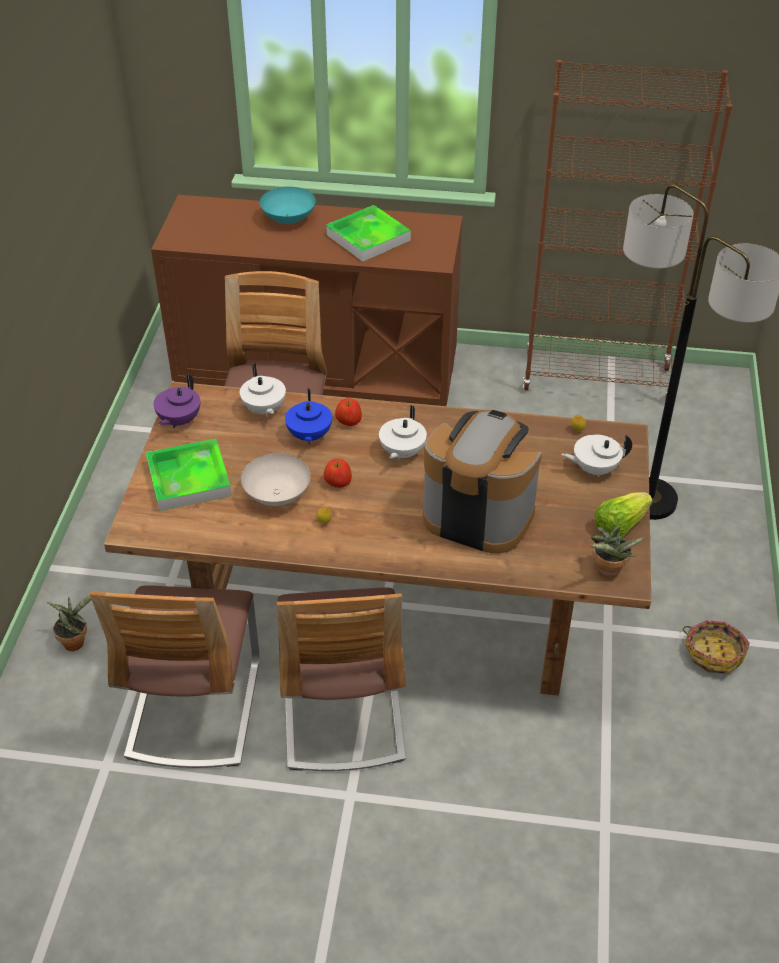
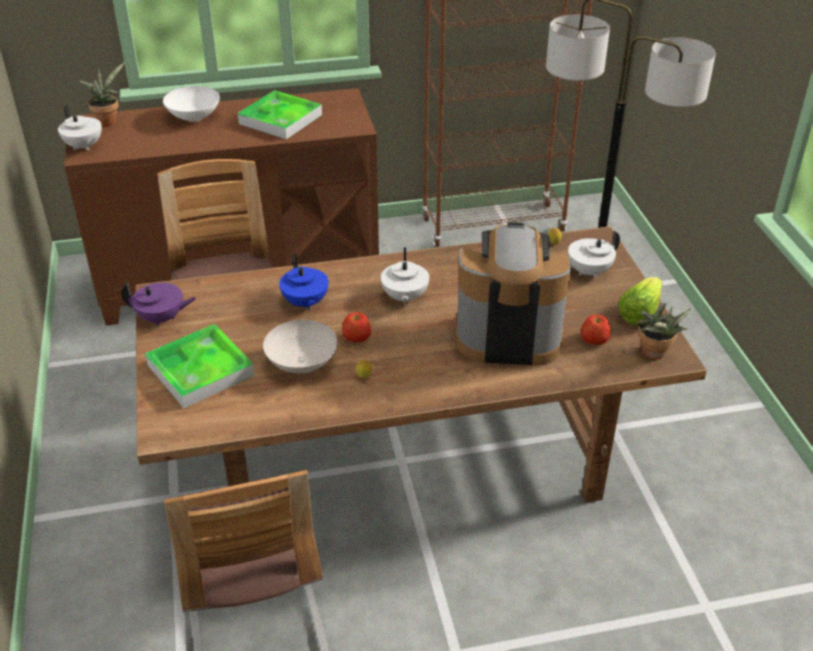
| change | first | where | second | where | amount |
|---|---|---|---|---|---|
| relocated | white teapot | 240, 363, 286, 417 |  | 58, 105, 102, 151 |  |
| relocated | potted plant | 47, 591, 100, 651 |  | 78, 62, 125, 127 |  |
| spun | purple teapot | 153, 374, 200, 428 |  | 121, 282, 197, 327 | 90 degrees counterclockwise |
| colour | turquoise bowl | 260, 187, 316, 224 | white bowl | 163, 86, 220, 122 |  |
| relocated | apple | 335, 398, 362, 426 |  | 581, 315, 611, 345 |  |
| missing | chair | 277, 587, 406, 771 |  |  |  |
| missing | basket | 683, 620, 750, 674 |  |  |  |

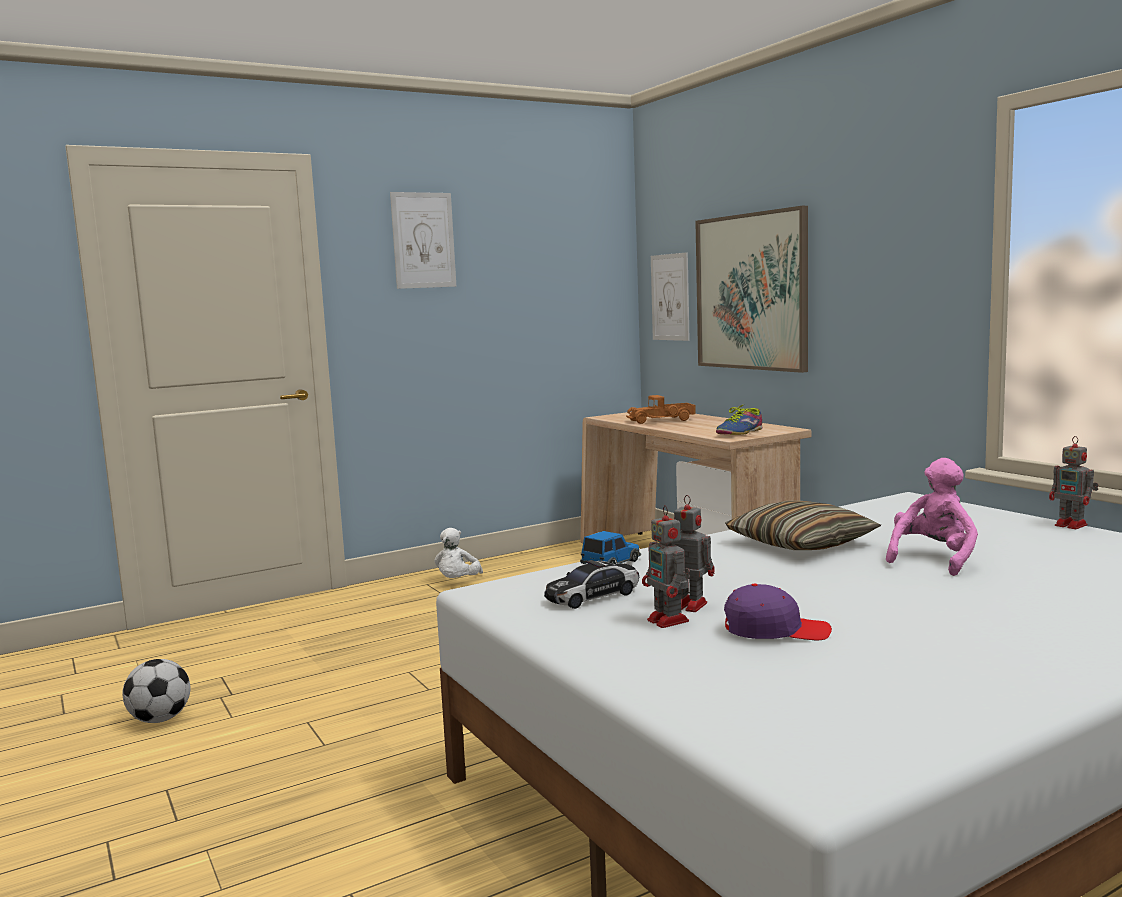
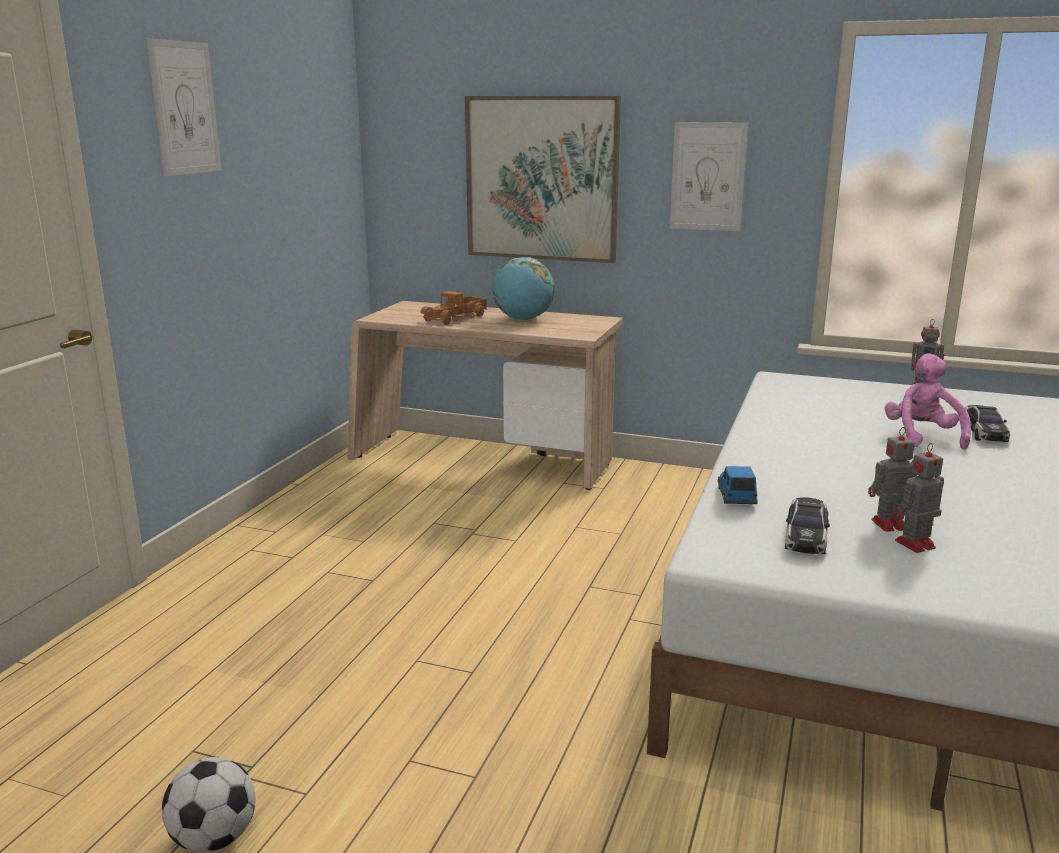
| change | first | where | second | where | amount |
|---|---|---|---|---|---|
| appeared |  |  | globe | 492, 257, 555, 320 |  |
| relocated | picture | 651, 252, 690, 341 |  | 670, 122, 748, 232 |  |
| spun | toy robot | 642, 505, 690, 628 |  | 894, 443, 944, 553 | 135 degrees clockwise |
| appeared |  |  | toy car | 965, 405, 1010, 442 |  |
| missing | white plush toy | 434, 528, 483, 578 |  |  |  |
| missing | shoe | 716, 404, 762, 435 |  |  |  |
| missing | purple cap | 724, 583, 832, 641 |  |  |  |
| missing | pillow | 725, 501, 881, 550 |  |  |  |

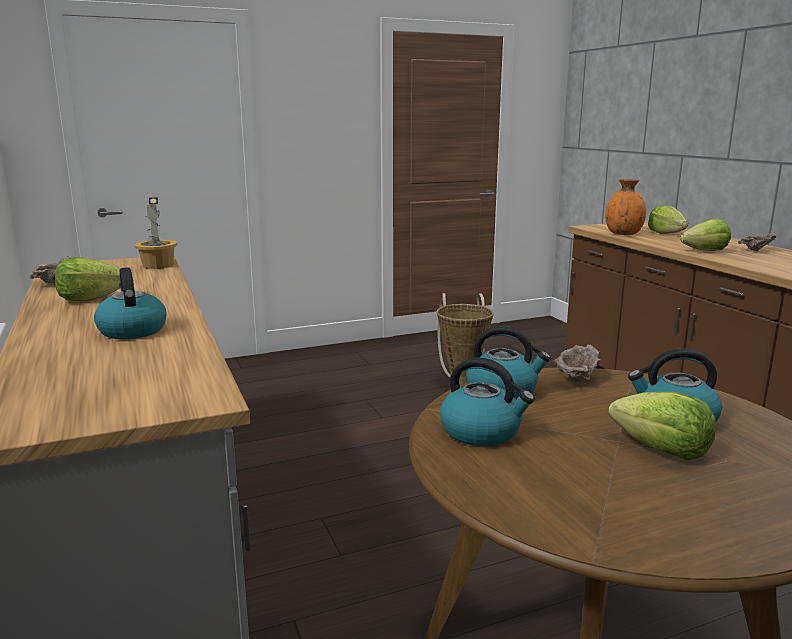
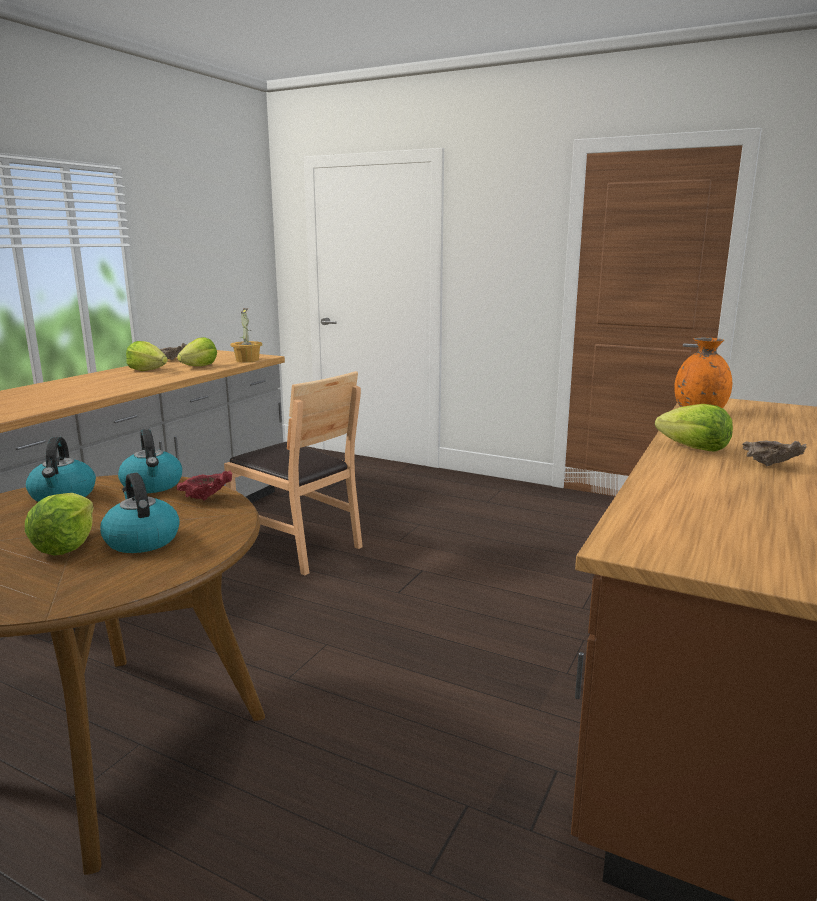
| change | first | where | second | where | amount |
|---|---|---|---|---|---|
| relocated | lettuce | 648, 205, 688, 234 |  | 177, 337, 217, 366 |  |
| colour | beige bowl | 553, 344, 601, 382 | red bowl | 177, 471, 232, 501 |  |
| appeared |  |  | brown chair | 224, 371, 363, 576 |  |
| missing | kettle | 94, 267, 166, 339 |  |  |  |
| missing | basket | 437, 293, 494, 385 |  |  |  |

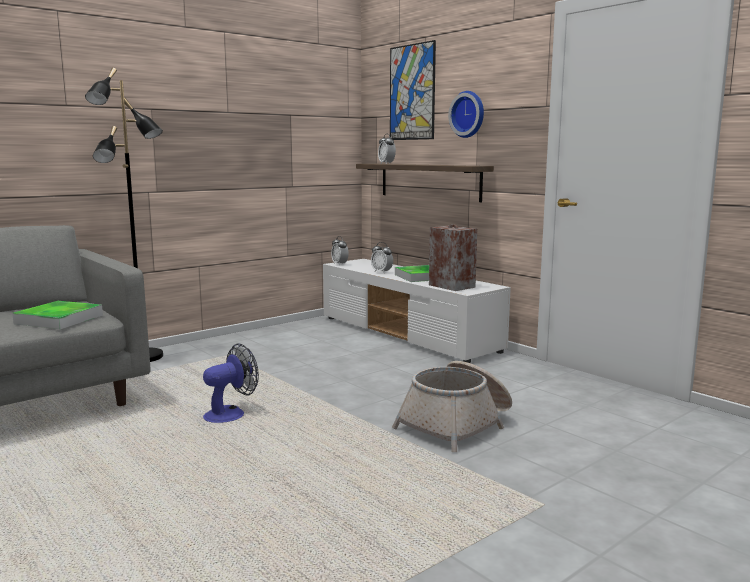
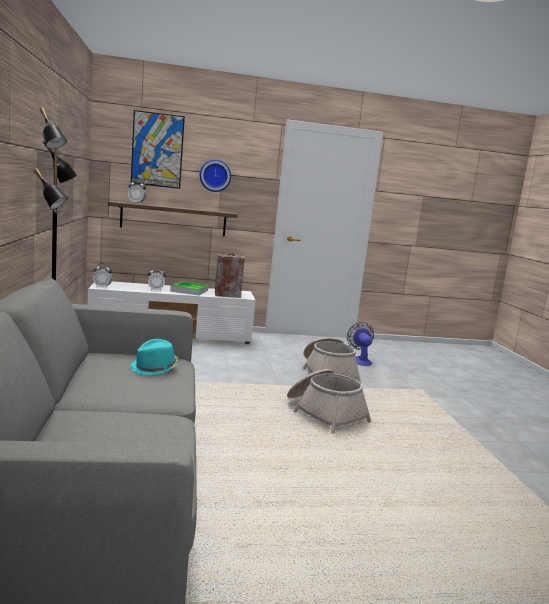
| change | first | where | second | where | amount |
|---|---|---|---|---|---|
| exchanged | tray | 12, 301, 103, 329 | turquoise hat | 130, 339, 178, 375 |  |
| appeared |  |  | basket | 287, 369, 372, 434 |  |
| relocated | fan | 203, 343, 259, 423 |  | 347, 322, 374, 366 |  |

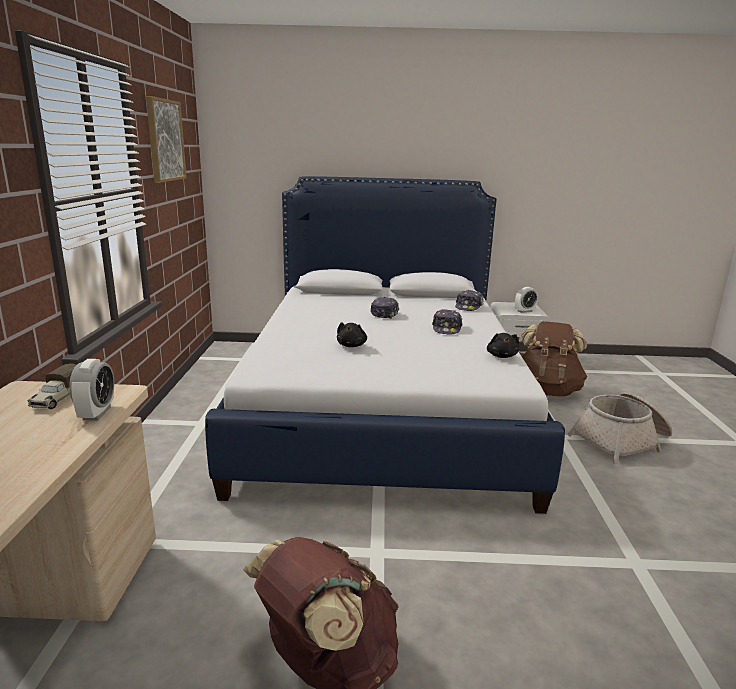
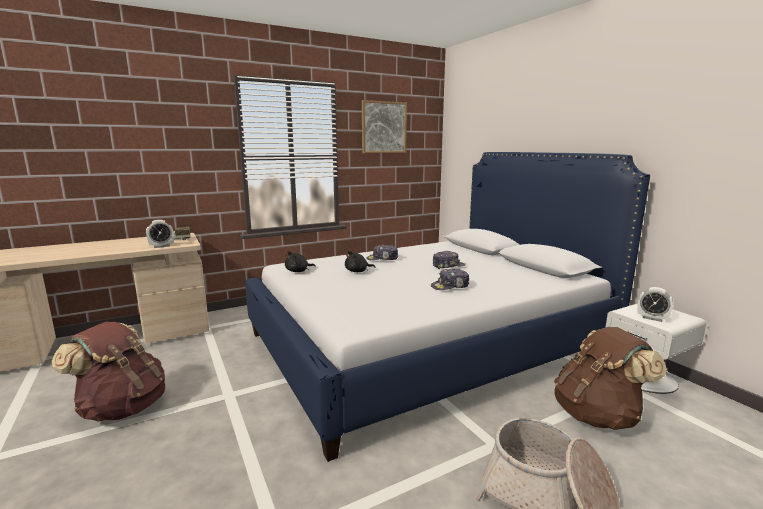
| change | first | where | second | where | amount |
|---|---|---|---|---|---|
| relocated | black plush toy | 487, 333, 519, 358 |  | 285, 251, 316, 272 |  |
| relocated | cap | 455, 290, 483, 311 |  | 366, 244, 398, 260 |  |

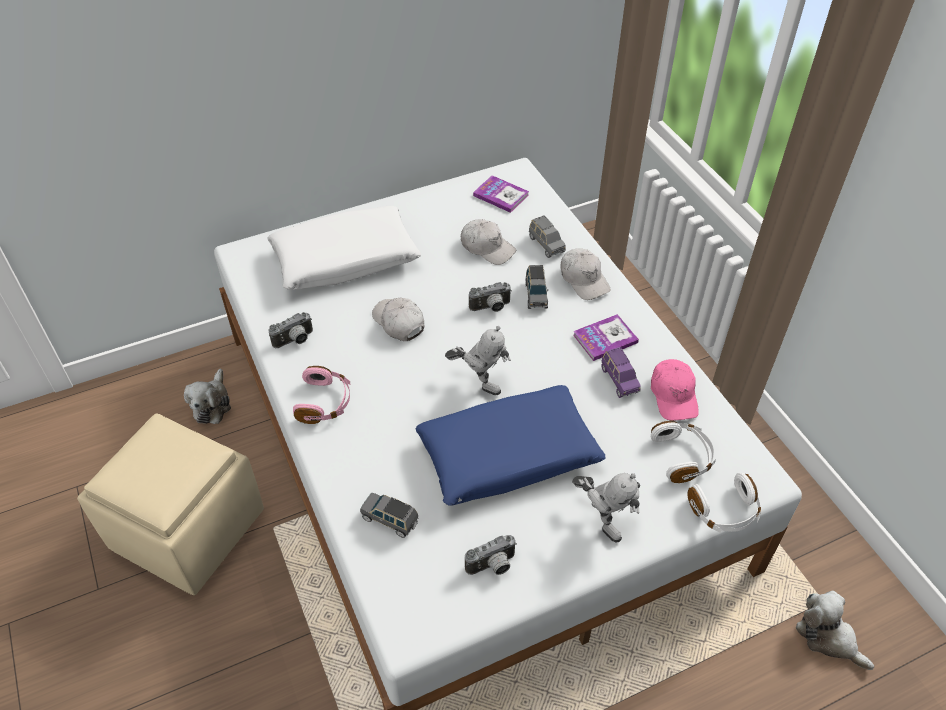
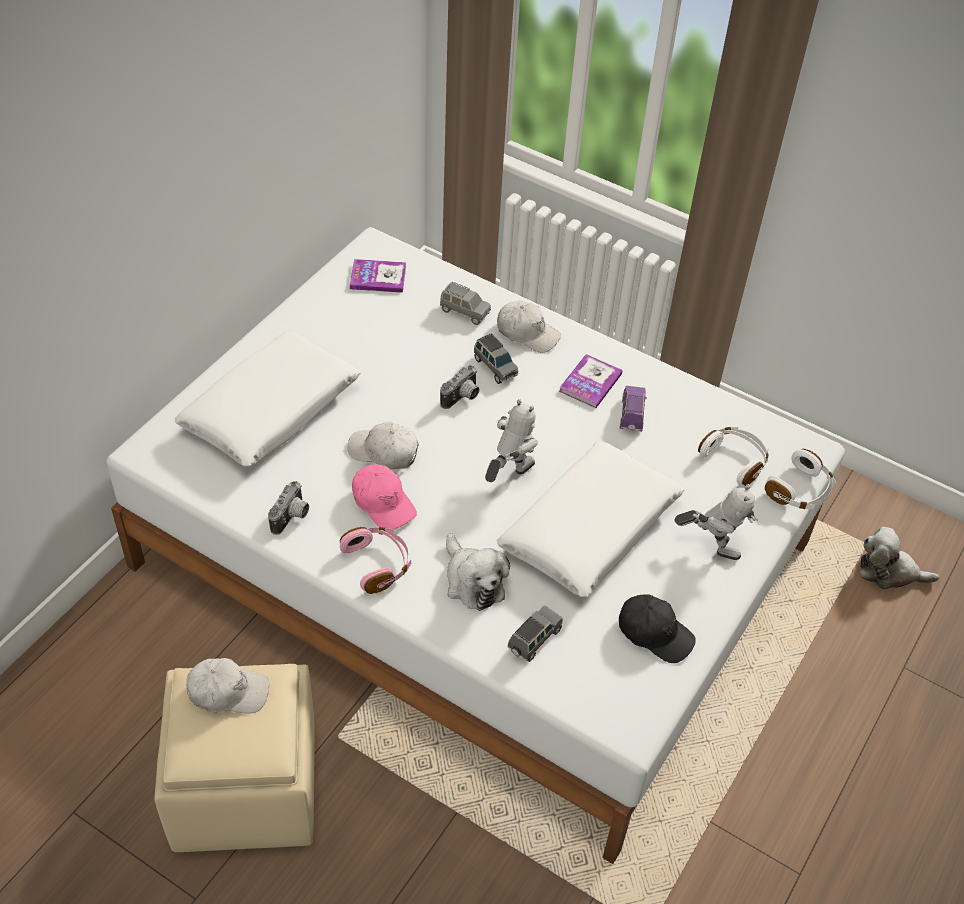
| change | first | where | second | where | amount |
|---|---|---|---|---|---|
| relocated | white cap | 461, 219, 516, 265 |  | 186, 658, 269, 714 |  |
| relocated | pink cap | 651, 359, 699, 420 |  | 352, 464, 417, 530 |  |
| relocated | plush toy | 184, 369, 231, 424 |  | 446, 533, 510, 611 |  |
| spun | toy robot | 445, 326, 511, 395 |  | 485, 399, 538, 482 | 45 degrees counterclockwise |
| colour | blue pillow | 416, 385, 606, 506 | white pillow | 497, 441, 685, 597 |  |
| spun | grey toy car | 360, 493, 419, 538 |  | 507, 605, 563, 662 | 135 degrees clockwise |
| exchanged | photo camera | 465, 535, 517, 575 | black cap | 619, 594, 696, 663 |  |
| spun | purple toy car | 601, 347, 641, 398 |  | 620, 386, 647, 431 | 120 degrees counterclockwise |

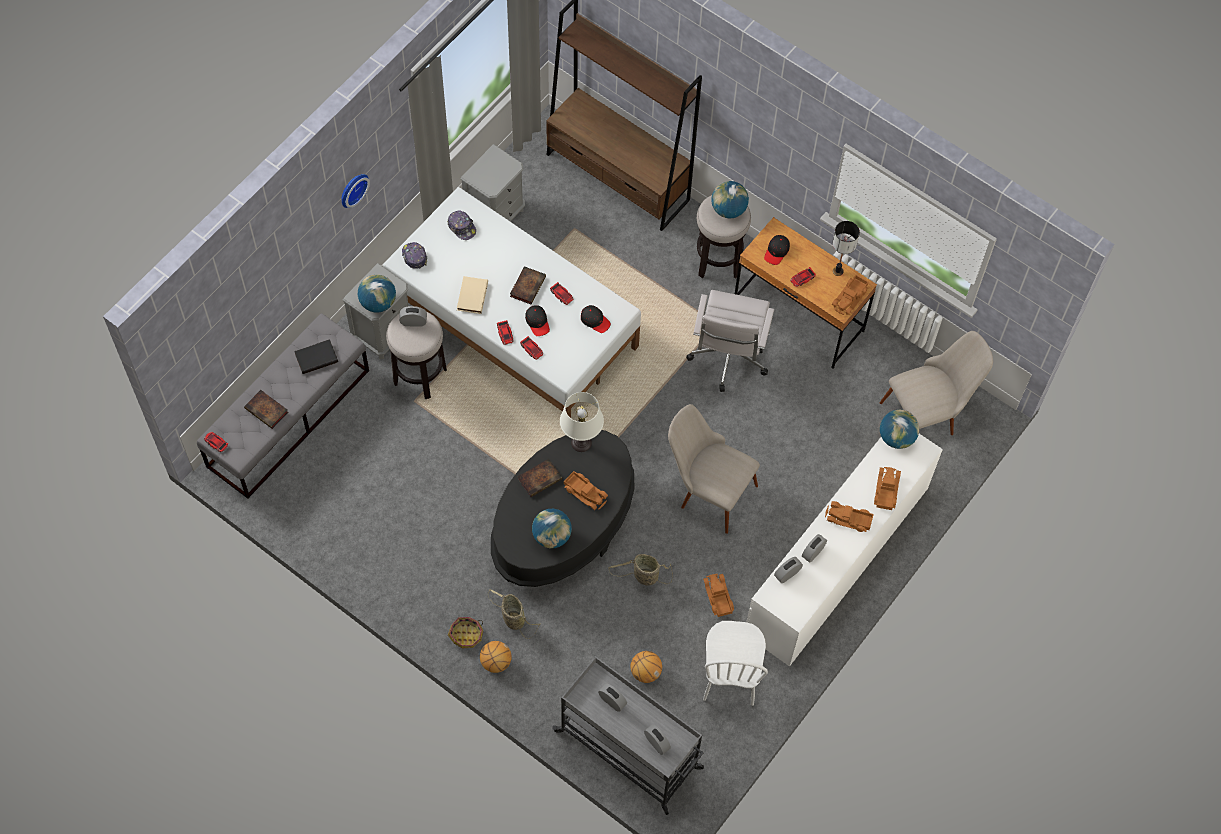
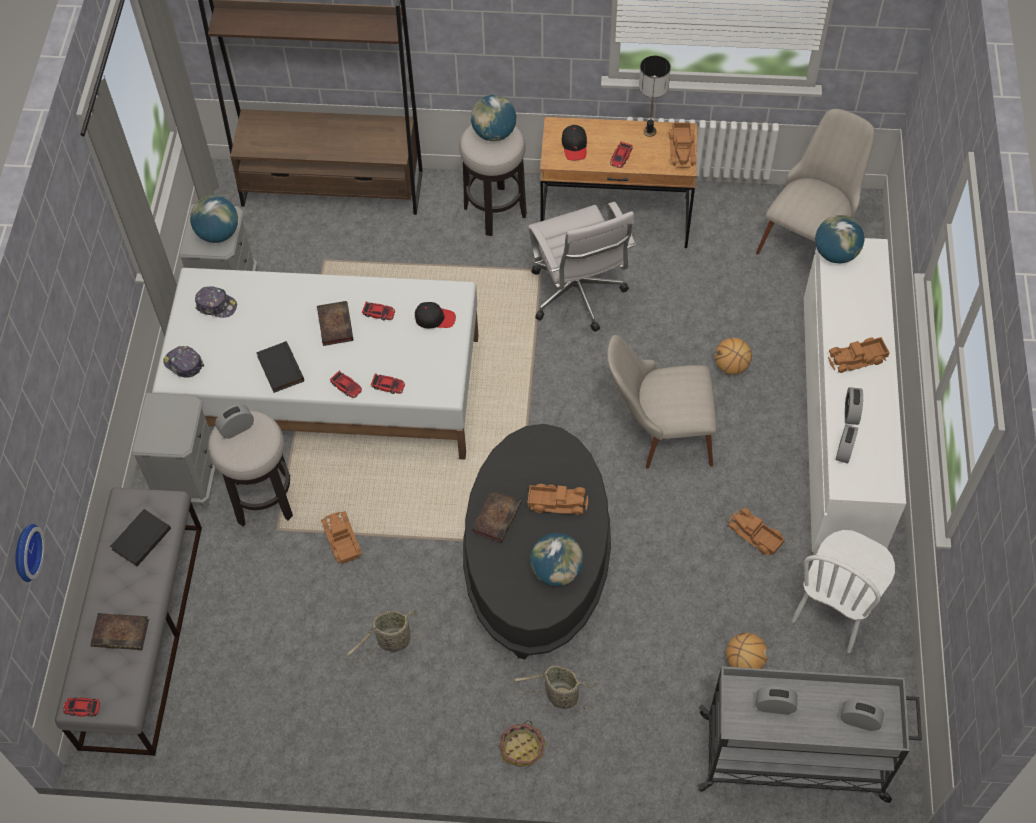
| change | first | where | second | where | amount |
|---|---|---|---|---|---|
| relocated | wall clock | 342, 174, 370, 208 |  | 15, 524, 45, 582 |  |
| relocated | globe | 358, 274, 396, 313 |  | 190, 195, 238, 243 |  |
| colour | beige book | 457, 276, 488, 314 | black book | 256, 341, 304, 393 |  |
| relocated | toy truck | 874, 467, 901, 510 |  | 321, 511, 362, 564 |  |
| relocated | basket | 608, 554, 673, 586 |  | 346, 609, 427, 662 |  |
| relocated | basketball | 480, 641, 512, 673 |  | 715, 338, 752, 375 |  |
| spun | white chair | 703, 621, 768, 706 |  | 792, 530, 895, 653 | 60 degrees clockwise |
| missing | black cap | 525, 305, 550, 336 |  |  |  |
| missing | white table lamp | 560, 392, 604, 452 |  |  |  |

